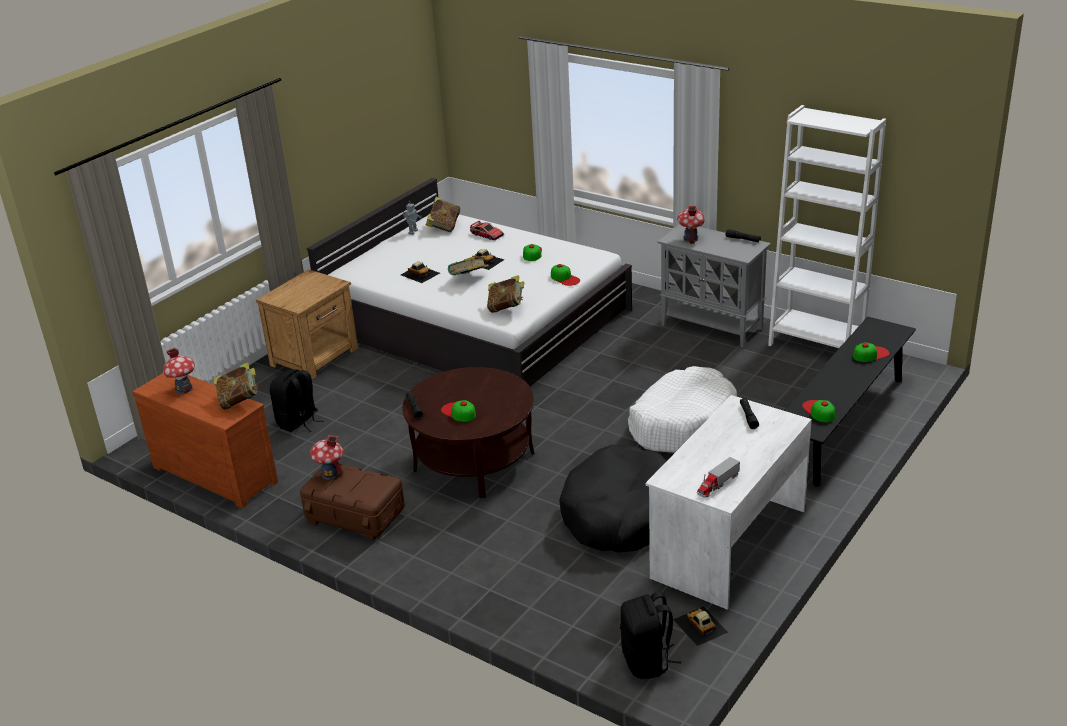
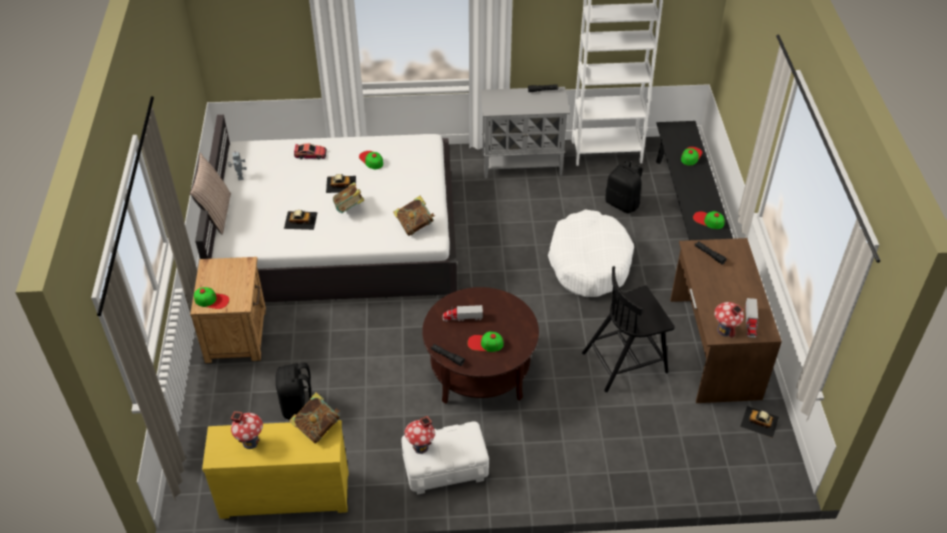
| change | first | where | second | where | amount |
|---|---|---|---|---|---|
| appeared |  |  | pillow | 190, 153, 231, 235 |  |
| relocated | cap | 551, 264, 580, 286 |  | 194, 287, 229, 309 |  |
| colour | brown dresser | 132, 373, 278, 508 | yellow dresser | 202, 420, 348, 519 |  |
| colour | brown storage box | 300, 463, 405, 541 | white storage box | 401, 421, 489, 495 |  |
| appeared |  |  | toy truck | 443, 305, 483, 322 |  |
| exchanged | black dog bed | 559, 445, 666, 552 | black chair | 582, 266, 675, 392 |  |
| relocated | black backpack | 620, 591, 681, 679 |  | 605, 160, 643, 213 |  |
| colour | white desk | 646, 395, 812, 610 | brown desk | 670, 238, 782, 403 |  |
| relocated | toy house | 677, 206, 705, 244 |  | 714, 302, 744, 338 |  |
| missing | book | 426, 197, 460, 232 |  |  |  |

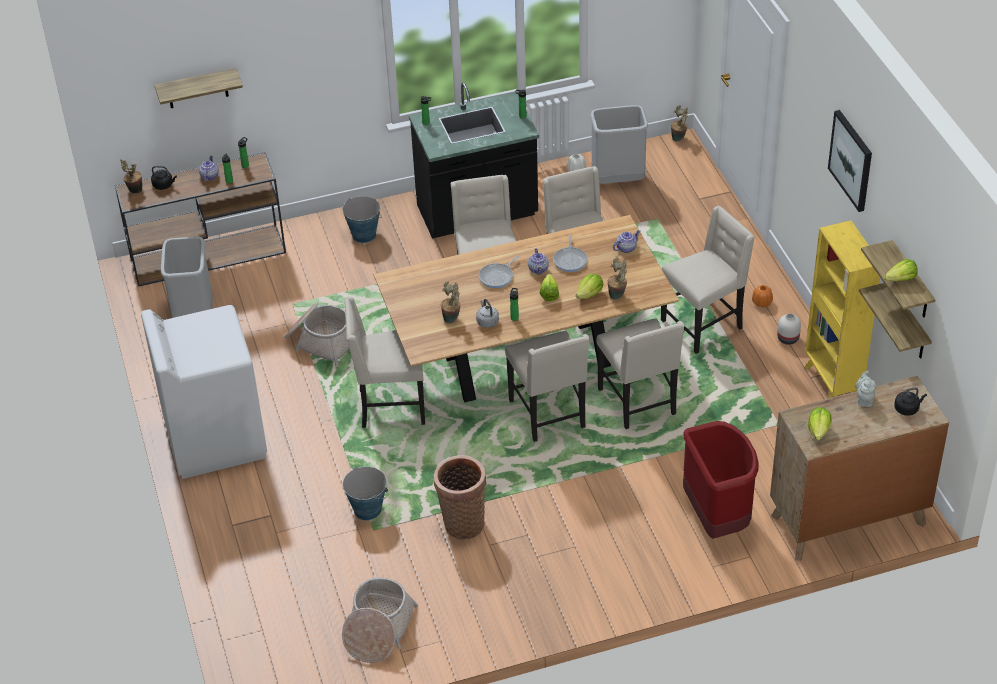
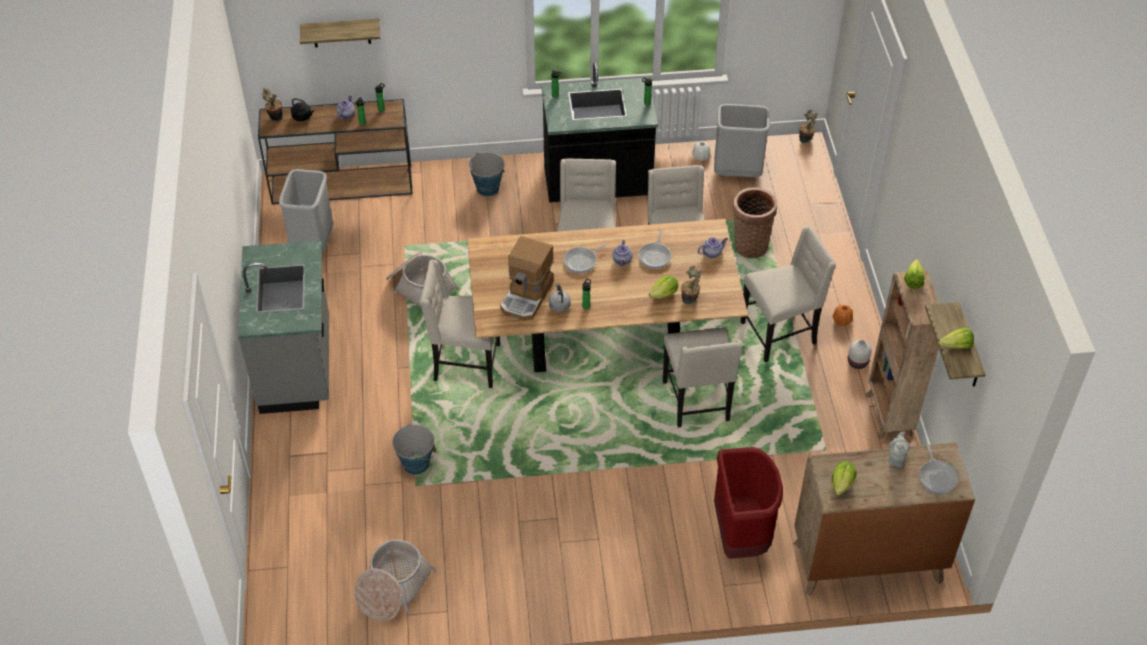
| change | first | where | second | where | amount |
|---|---|---|---|---|---|
| exchanged | white washing machine | 141, 305, 267, 479 | grey counter | 238, 240, 329, 414 |  |
| exchanged | potted plant | 441, 282, 461, 323 | coffee machine | 500, 236, 554, 321 |  |
| relocated | basket | 433, 455, 486, 540 |  | 733, 187, 777, 258 |  |
| colour | yellow bookcase | 804, 220, 880, 399 | brown bookcase | 865, 270, 939, 439 |  |
| relocated | lettuce | 540, 273, 559, 301 |  | 904, 259, 925, 289 |  |
| exchanged | black kettle | 894, 387, 927, 416 | frying pan | 919, 444, 958, 494 |  |
| missing | beige chair | 505, 331, 589, 442 |  |  |  |
| missing | picture | 828, 110, 872, 212 |  |  |  |
| missing | shelf | 859, 283, 932, 359 |  |  |  |

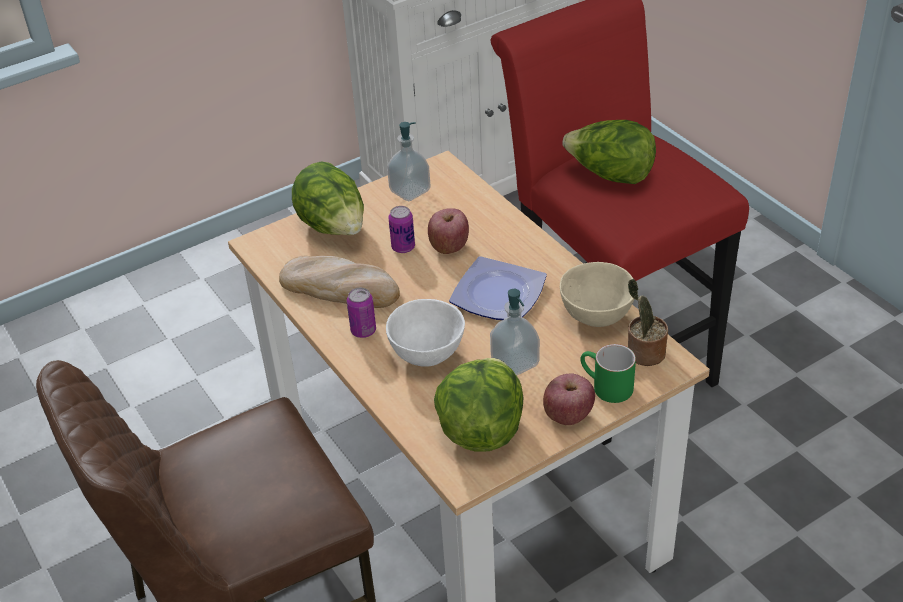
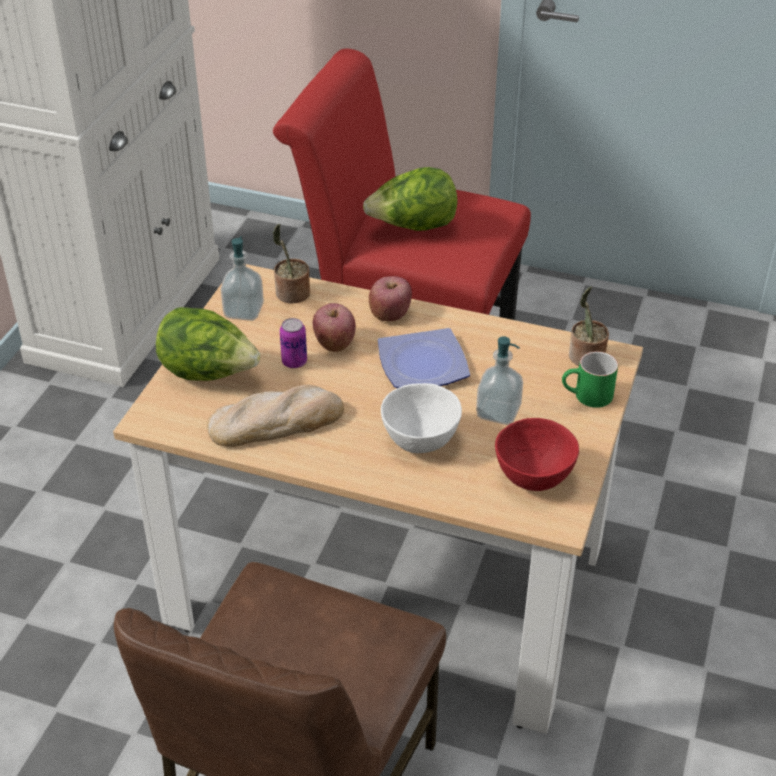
| change | first | where | second | where | amount |
|---|---|---|---|---|---|
| appeared |  |  | potted plant | 273, 224, 310, 303 |  |
| relocated | apple | 543, 373, 595, 425 |  | 369, 276, 412, 321 |  |
| exchanged | lettuce | 434, 358, 523, 452 | red bowl | 495, 418, 579, 491 |  |
| missing | can | 347, 288, 376, 338 |  |  |  |
| missing | beige bowl | 560, 262, 634, 327 |  |  |  |

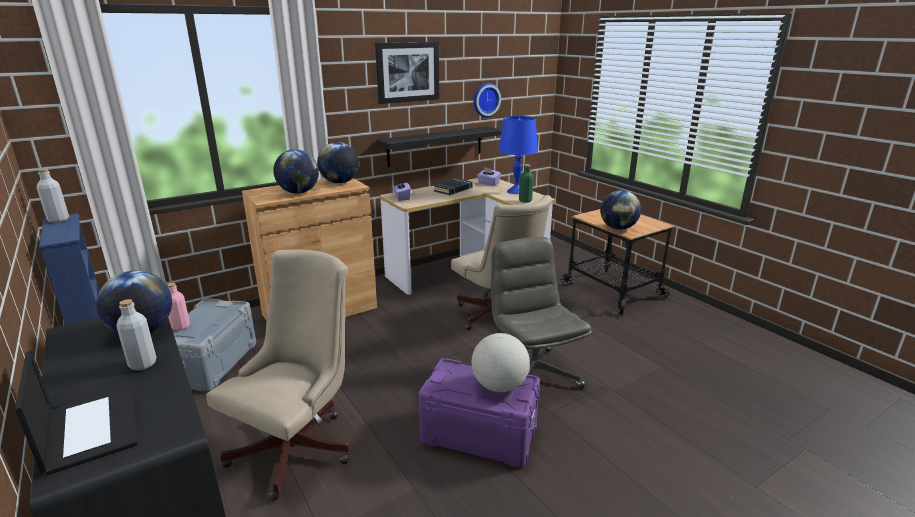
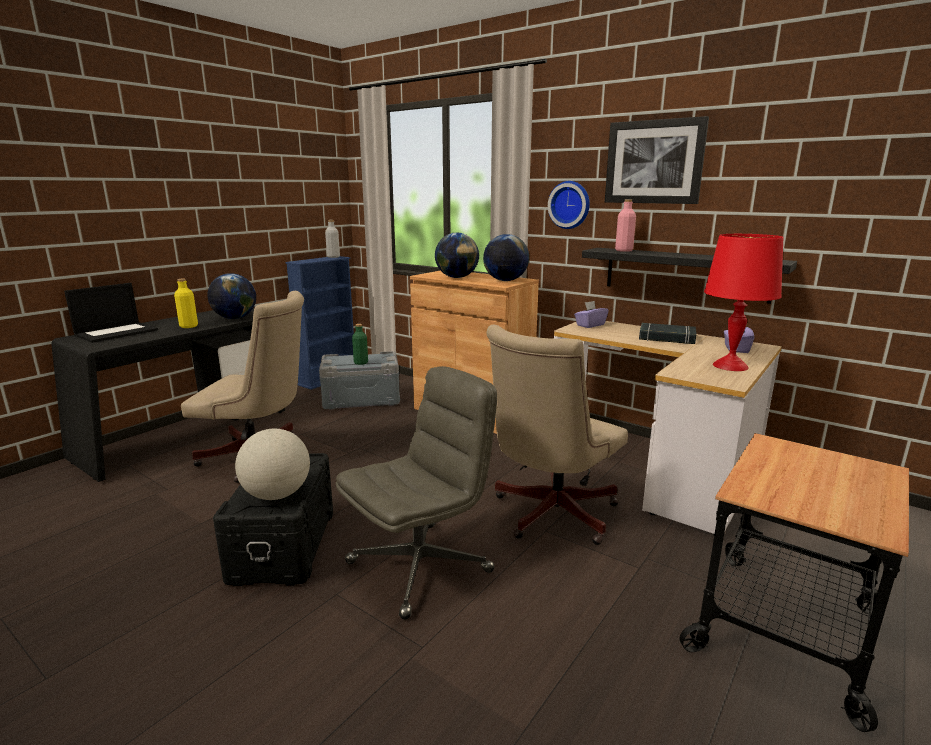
| change | first | where | second | where | amount |
|---|---|---|---|---|---|
| colour | grey bottle | 116, 299, 156, 371 | yellow bottle | 174, 279, 198, 328 |  |
| colour | purple storage box | 419, 358, 540, 467 | black storage box | 213, 453, 333, 586 |  |
| relocated | green bottle | 519, 164, 534, 203 |  | 352, 324, 368, 365 |  |
| relocated | wall clock | 473, 83, 501, 117 |  | 548, 181, 590, 229 |  |
| relocated | pink bottle | 167, 283, 190, 331 |  | 615, 199, 636, 252 |  |
| colour | blue table lamp | 499, 116, 538, 194 | red table lamp | 704, 234, 784, 371 |  |
| missing | globe | 600, 190, 641, 230 |  |  |  |

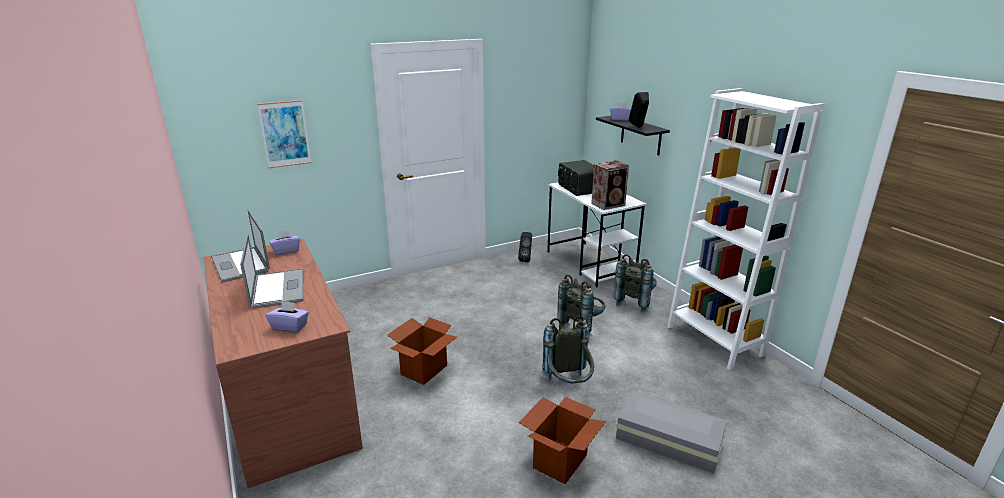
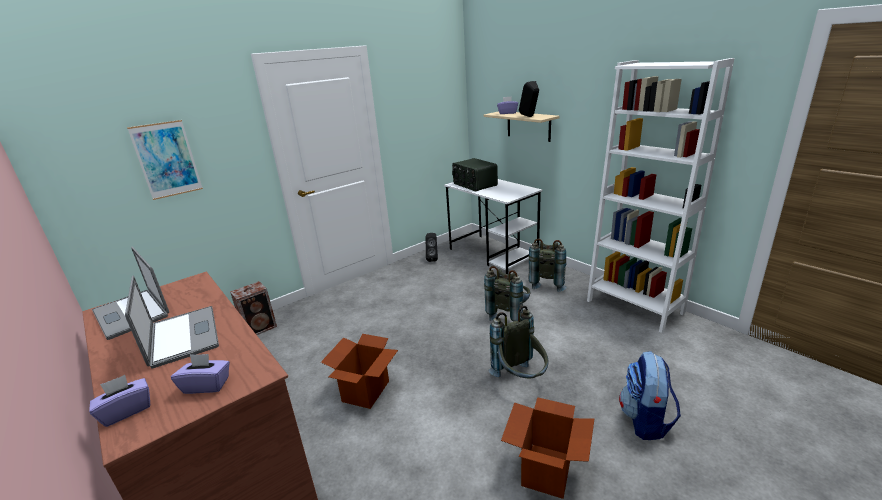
| change | first | where | second | where | amount |
|---|---|---|---|---|---|
| relocated | purple tissue box | 269, 230, 300, 255 |  | 89, 375, 150, 427 |  |
| relocated | speaker | 591, 160, 629, 210 |  | 230, 281, 277, 335 |  |
| colour | black shelf | 596, 116, 670, 155 | beige shelf | 484, 111, 560, 142 |  |
| exchanged | grey storage box | 616, 391, 727, 473 | backpack | 619, 351, 681, 440 |  |

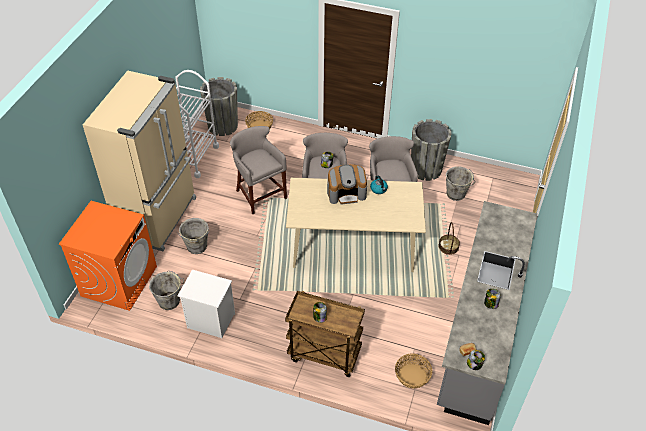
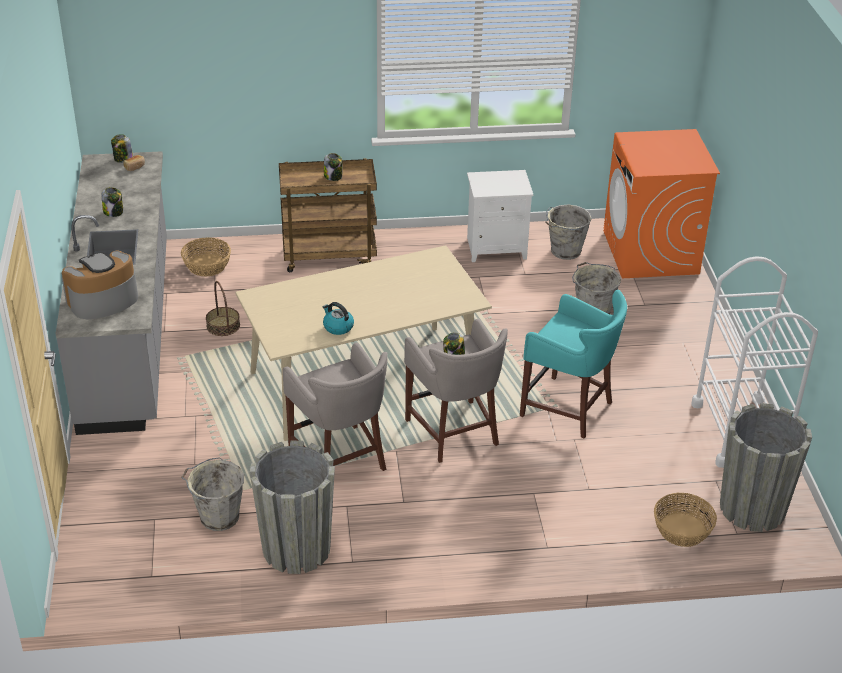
| change | first | where | second | where | amount |
|---|---|---|---|---|---|
| relocated | coffee machine | 327, 164, 367, 205 |  | 62, 251, 138, 319 |  |
| relocated | basket | 438, 222, 460, 255 |  | 206, 281, 240, 336 |  |
| colour | grey stool | 230, 126, 287, 214 | turquoise stool | 520, 290, 627, 439 |  |
| missing | beige fridge | 83, 70, 196, 251 |  |  |  |

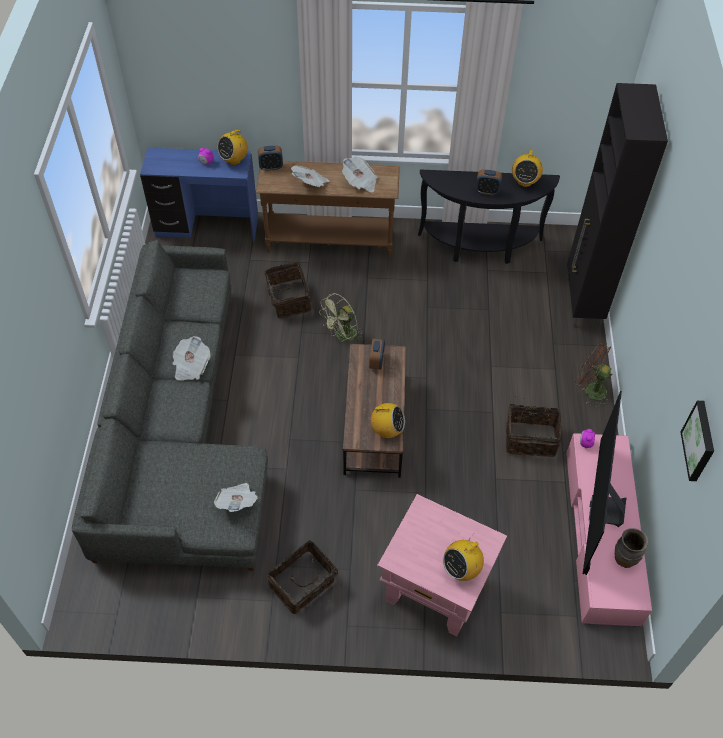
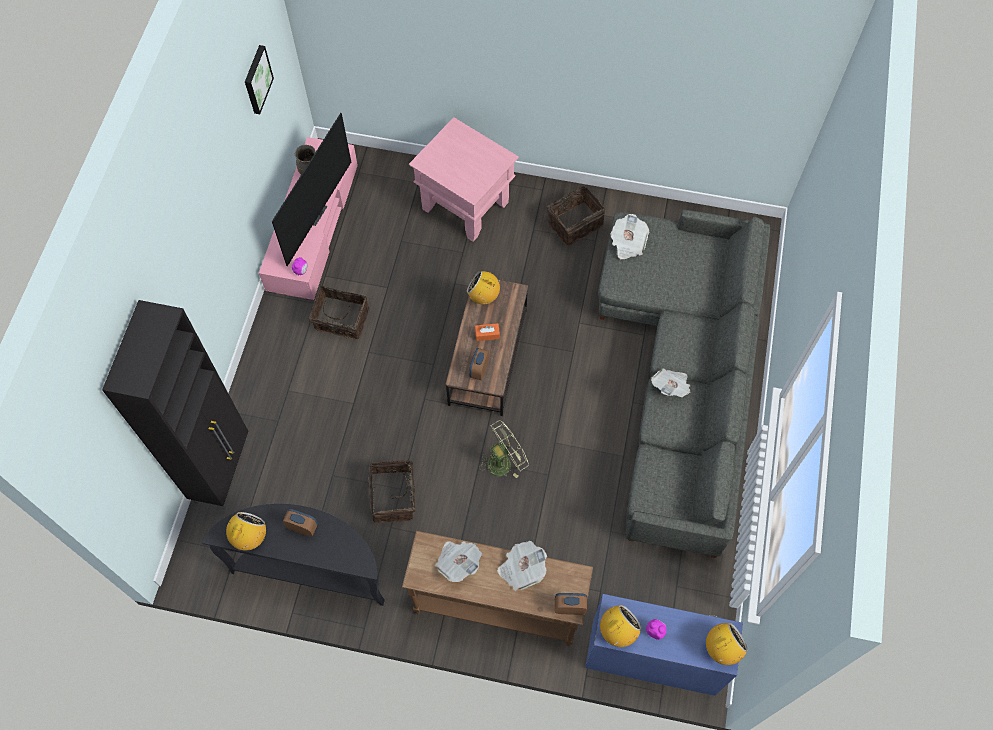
| change | first | where | second | where | amount |
|---|---|---|---|---|---|
| relocated | basket | 264, 262, 312, 318 |  | 368, 460, 424, 523 |  |
| appeared |  |  | orange tissue box | 475, 323, 500, 341 |  |
| relocated | radio | 443, 533, 484, 581 |  | 706, 623, 748, 665 |  |
| missing | brown fan | 575, 343, 612, 407 |  |  |  |

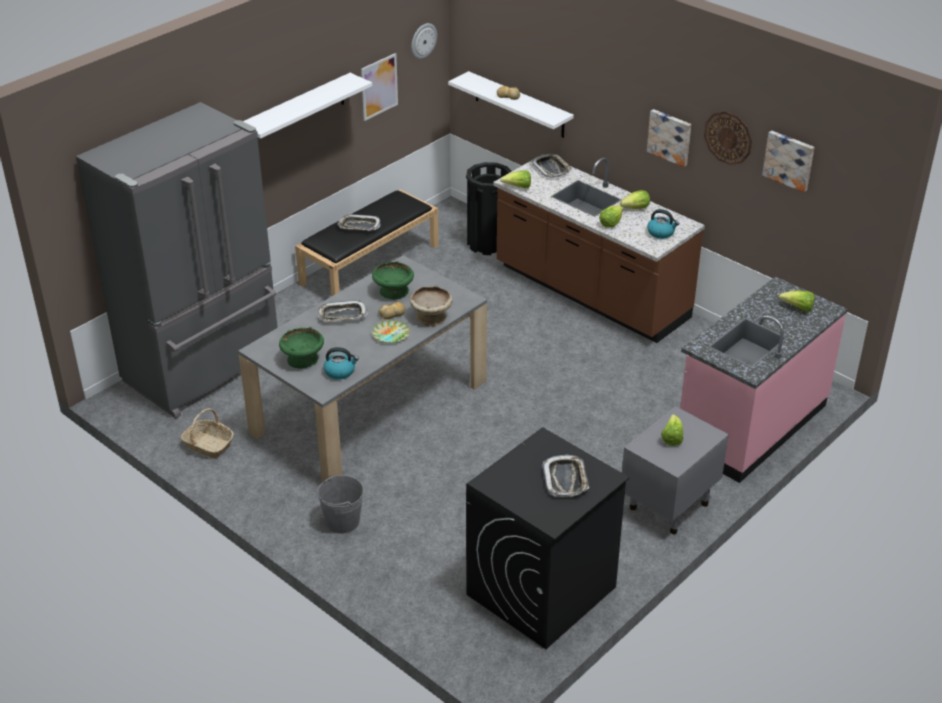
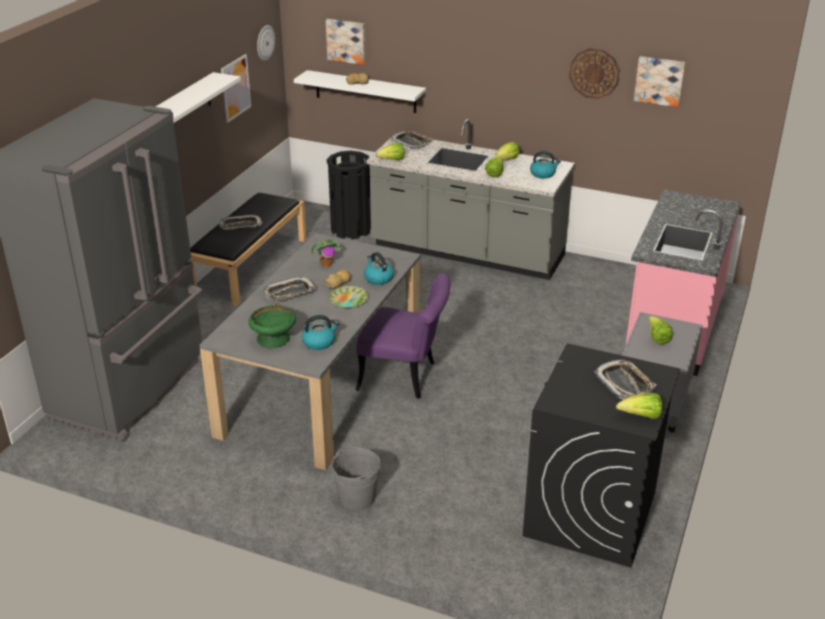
| change | first | where | second | where | amount |
|---|---|---|---|---|---|
| exchanged | green bowl | 372, 261, 414, 300 | potted plant | 311, 239, 341, 267 |  |
| relocated | picture | 647, 109, 691, 167 |  | 326, 19, 366, 65 |  |
| appeared |  |  | purple chair | 355, 273, 450, 399 |  |
| exchanged | beige bowl | 410, 286, 453, 327 | kettle | 364, 252, 394, 285 |  |
| colour | brown counter | 493, 154, 705, 343 | grey counter | 367, 119, 575, 280 |  |
| relocated | lettuce | 778, 291, 815, 312 |  | 616, 393, 663, 419 |  |
| missing | basket | 181, 408, 234, 458 |  |  |  |

